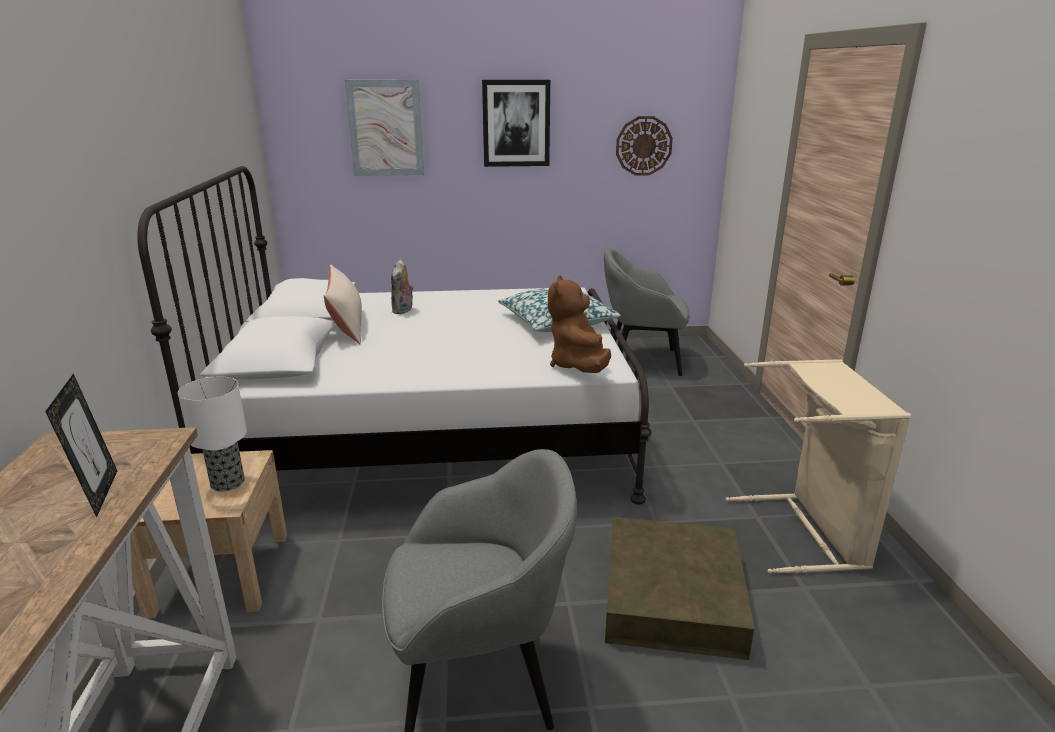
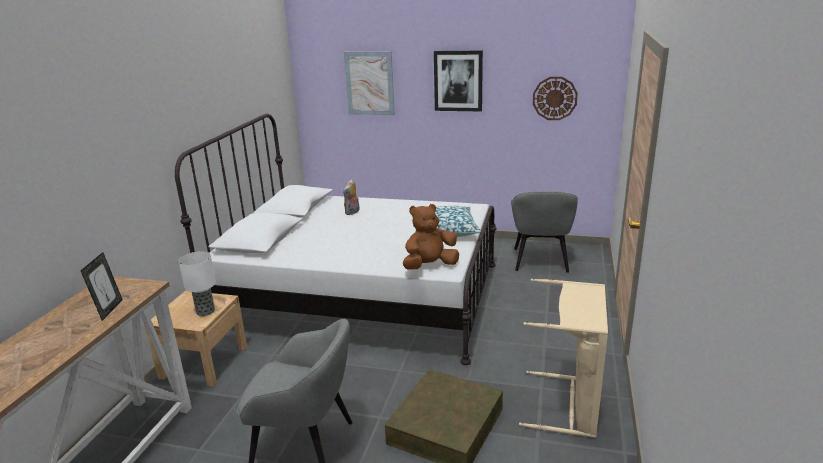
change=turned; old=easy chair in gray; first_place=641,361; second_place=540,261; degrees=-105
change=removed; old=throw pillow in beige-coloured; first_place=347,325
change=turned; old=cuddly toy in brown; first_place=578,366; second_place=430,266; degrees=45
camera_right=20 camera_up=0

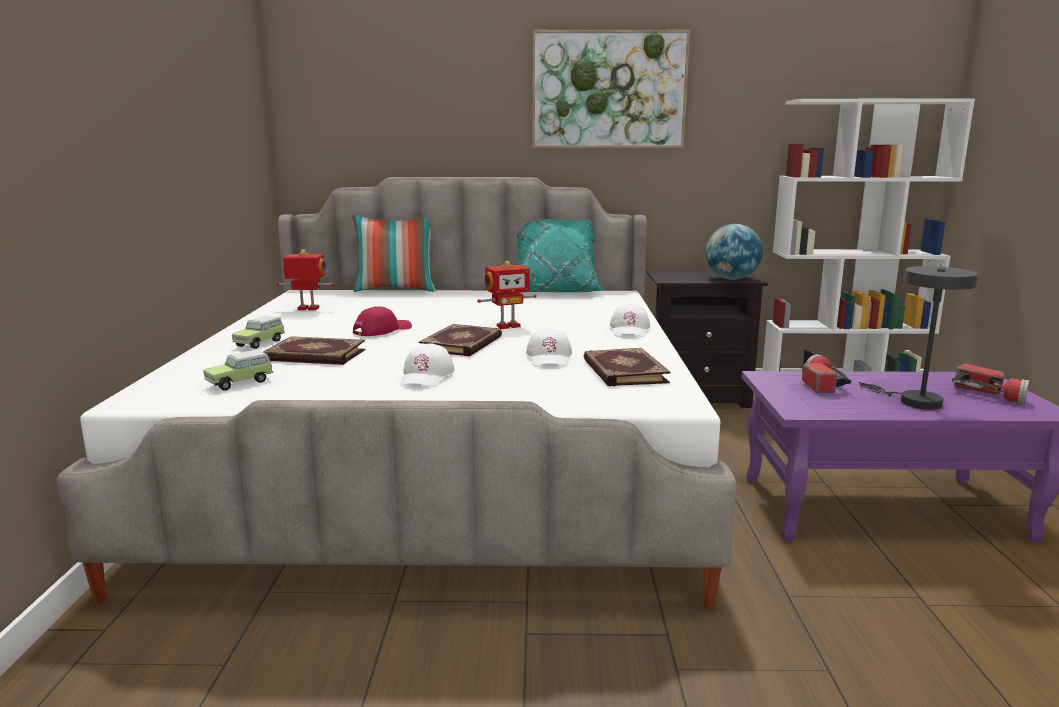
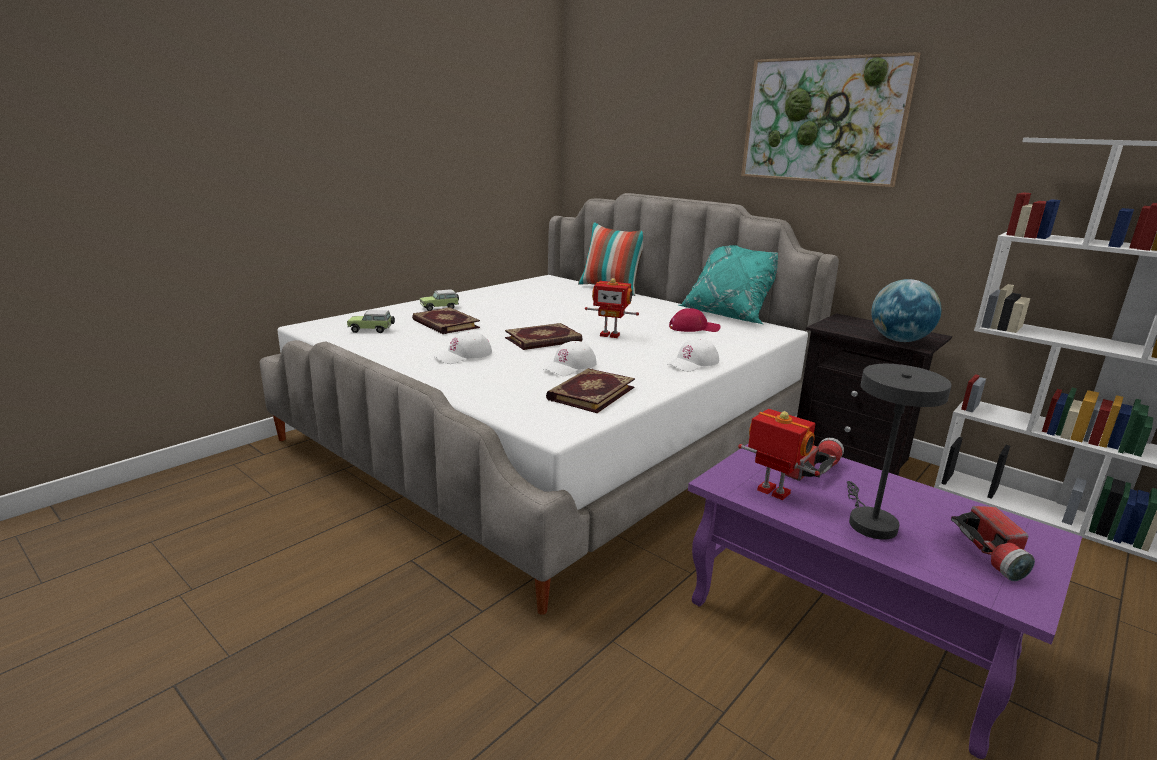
change=moved; old=toy robot; first_place=308,309; second_place=772,492
change=moved; old=peaked cap in red; first_place=382,330; second_place=693,328
camera_right=40 camera_up=5

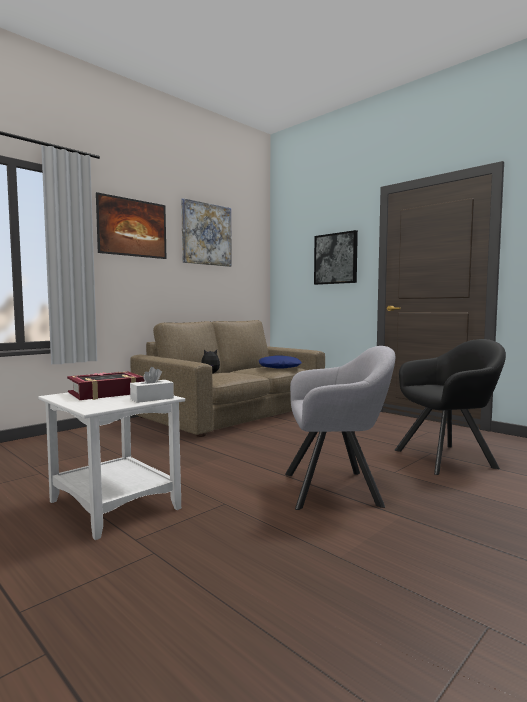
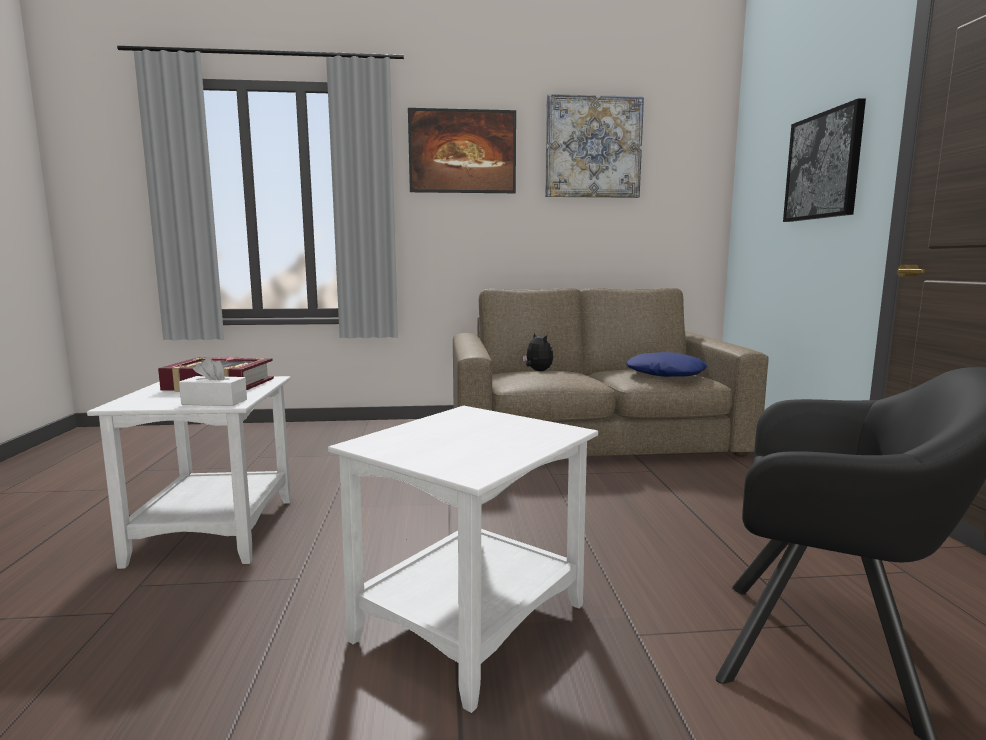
change=replaced; old=easy chair in gray; new=side table in white; first_place=337,489; second_place=473,623
camera_right=40 camera_up=5

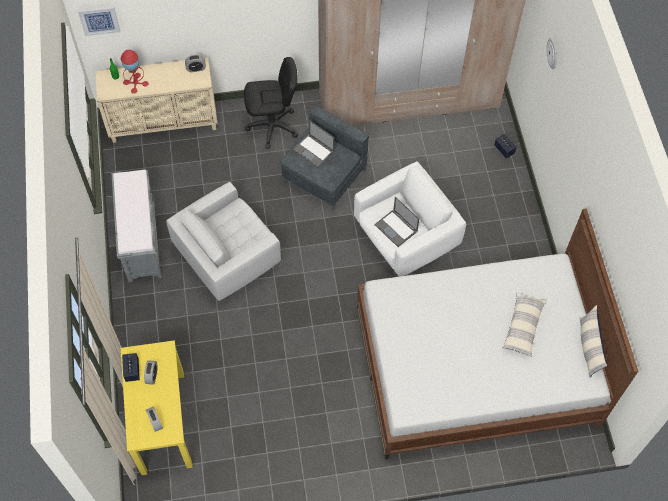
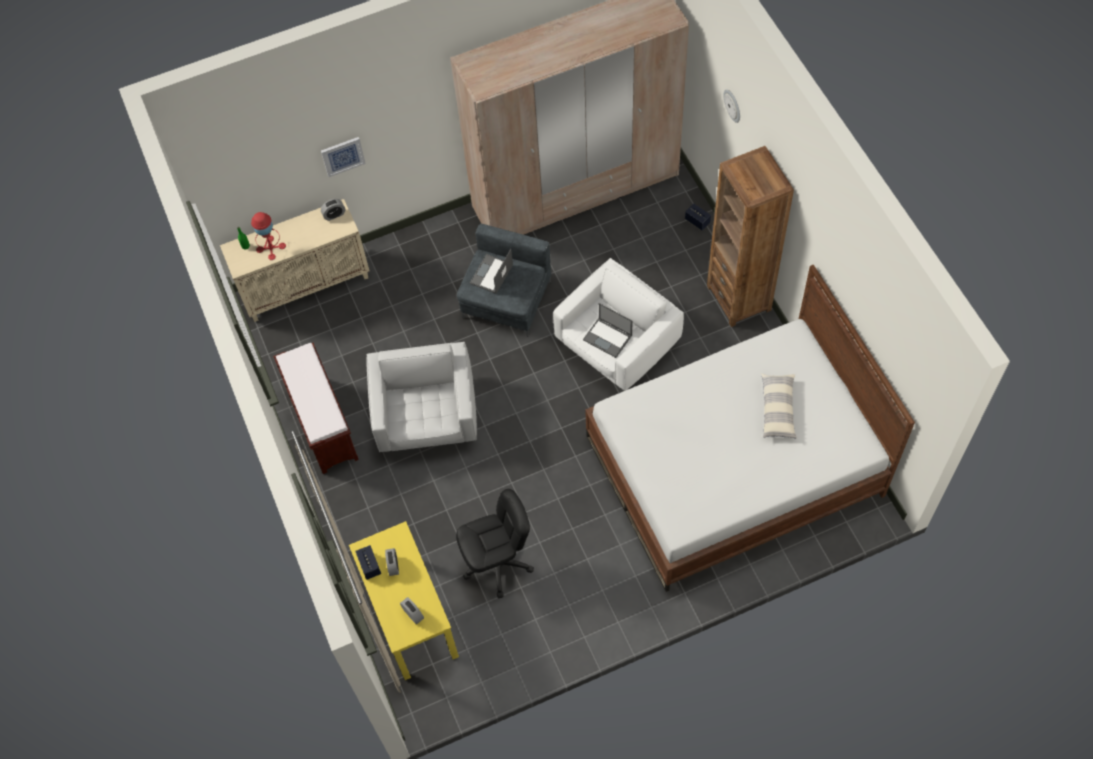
change=moved; old=wall picture; first_place=99,20; second_place=343,156
change=moved; old=office chair in black; first_place=272,126; second_place=498,564
change=turned; old=notebook computer; first_place=314,151; second_place=491,274; degrees=90
change=recoloured; old=indoor bench in gray; new=indoor bench in brown; first_place=141,240; second_place=322,424
change=turned; old=easy chair in white; first_place=228,257; second_place=427,417; degrees=135
change=removed; old=throw pillow; first_place=589,347
change=added; new=bookcase in brown; second_place=739,298
camera_right=-10 camera_up=0

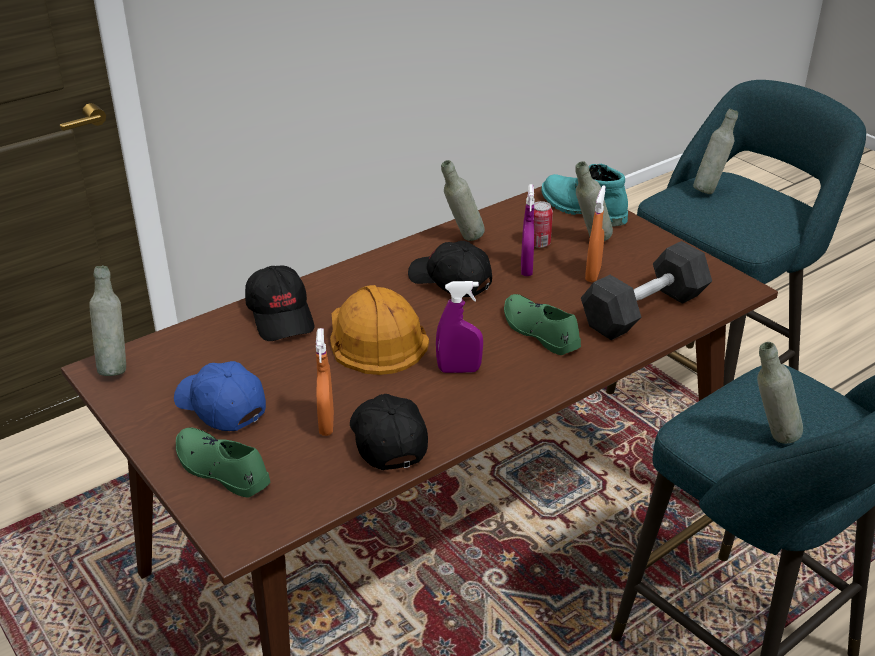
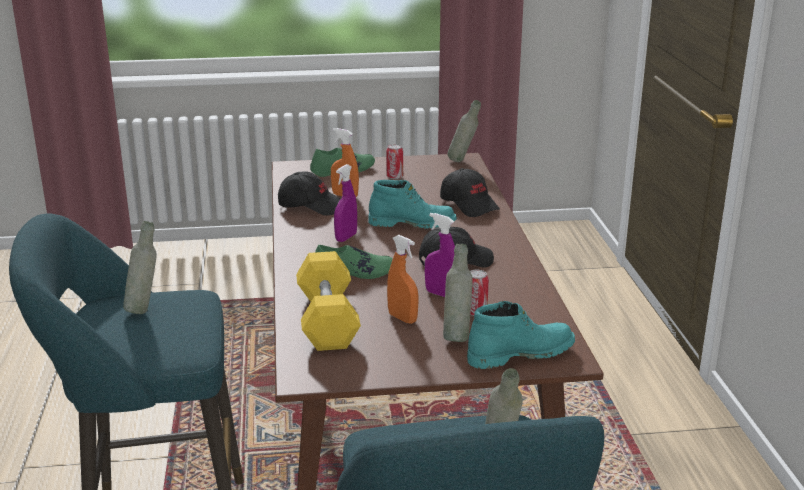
change=removed; old=drink bottle in gray; first_place=462,239
change=recoloured; old=free weight in gray; new=free weight in yellow-coloured; first_place=644,311; second_place=327,319
change=turned; old=peaked cap in black; first_place=281,316; second_place=469,204; degrees=-135
change=replaced; old=safety helmet in orange; new=high-top boot in turquoise; first_place=375,337; second_place=412,223
change=replaced; old=peaked cap in blue; new=sealed can; first_place=219,406; second_place=394,177
camera_right=120 camera_up=-10

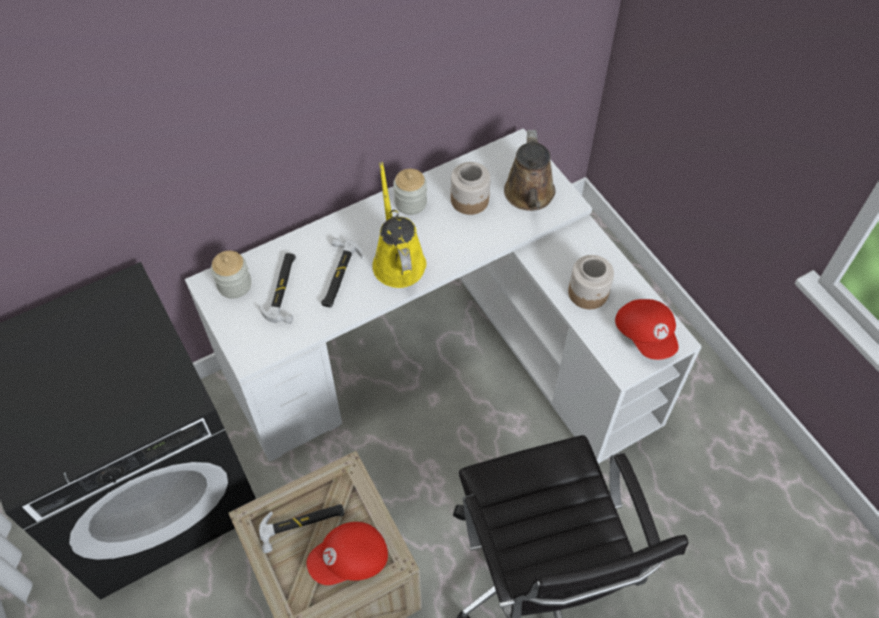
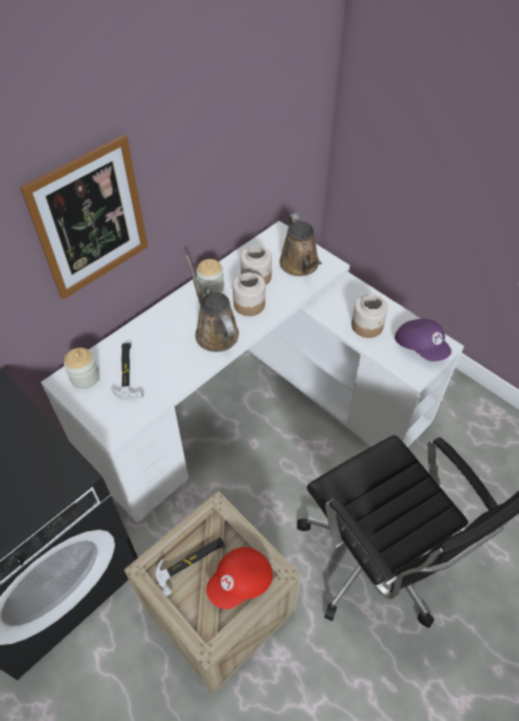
change=recoloured; old=sprinkling can in yellow-coloured; new=sprinkling can in brown; first_place=397,260; second_place=214,331
change=removed; old=hand hammer; first_place=338,275
change=recoloured; old=peaked cap in red; new=peaked cap in purple; first_place=646,335; second_place=421,347
change=added; new=wall picture; second_place=90,219
change=added; new=preserve jar; second_place=249,305
camera_right=-15 camera_up=-5

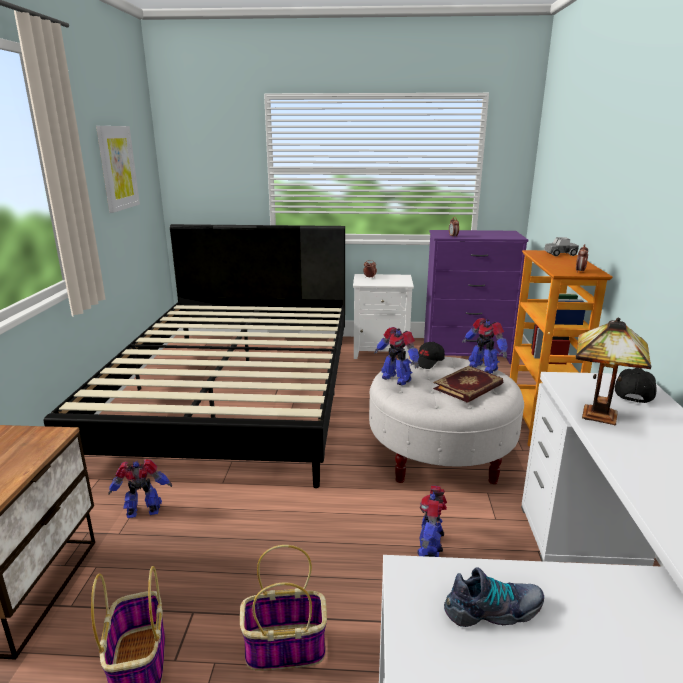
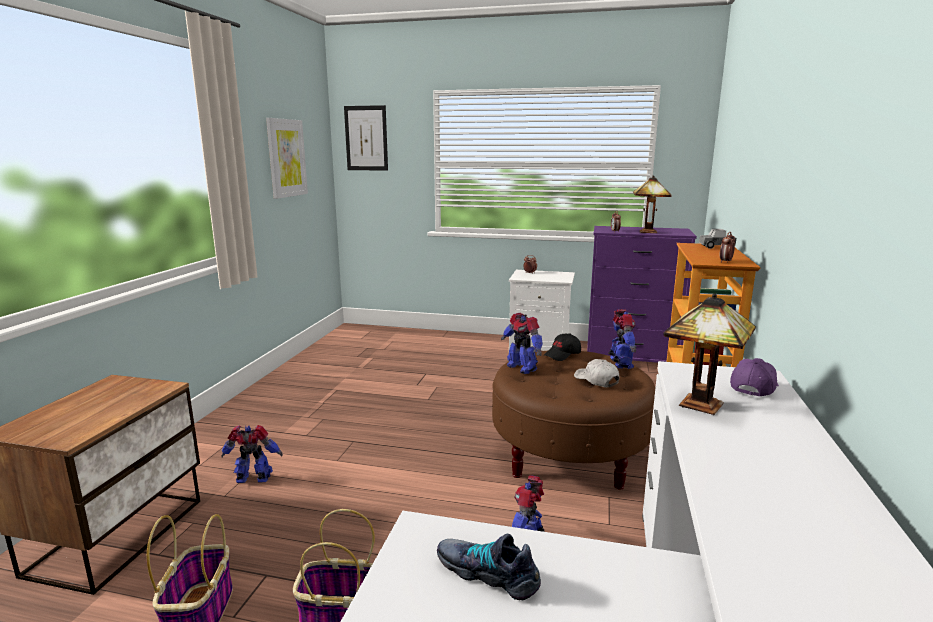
change=removed; old=bedroom bed in black; first_place=236,394
change=turned; old=toy robot; first_place=483,367; second_place=620,363; degrees=-150
change=recoloured; old=footrest in white; new=footrest in brown; first_place=440,455; second_place=569,455
change=replaced; old=book; new=peaked cap in white; first_place=469,387; second_place=596,380
change=recoloured; old=peaked cap in black; new=peaked cap in purple; first_place=633,393; second_place=753,387
change=turned; old=shoe; first_place=494,611; second_place=488,573; degrees=-150
change=added; new=wall picture; second_place=366,138
change=added; new=tabletop lamp; second_place=647,232
camera_right=10 camera_up=-5

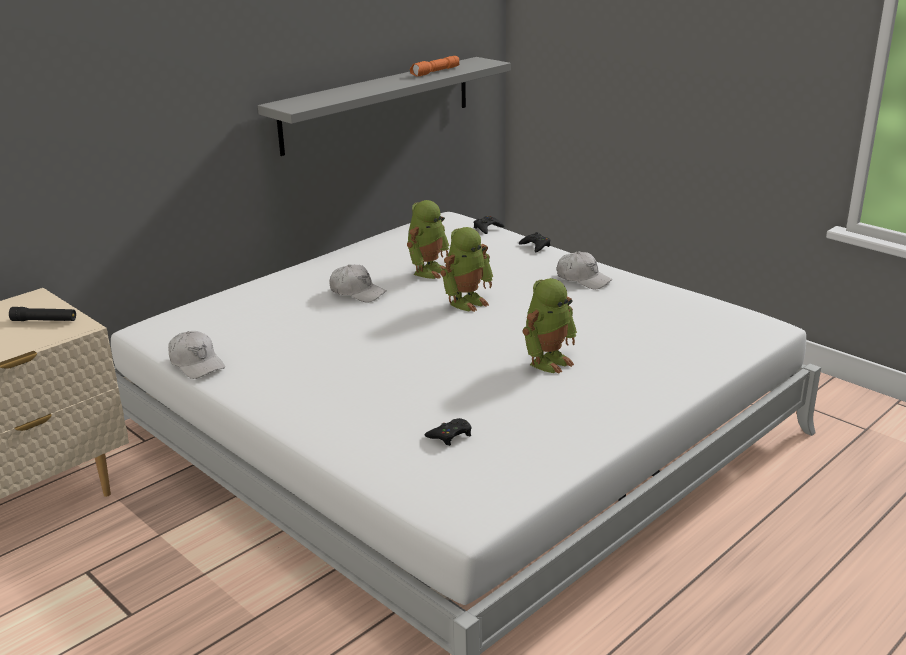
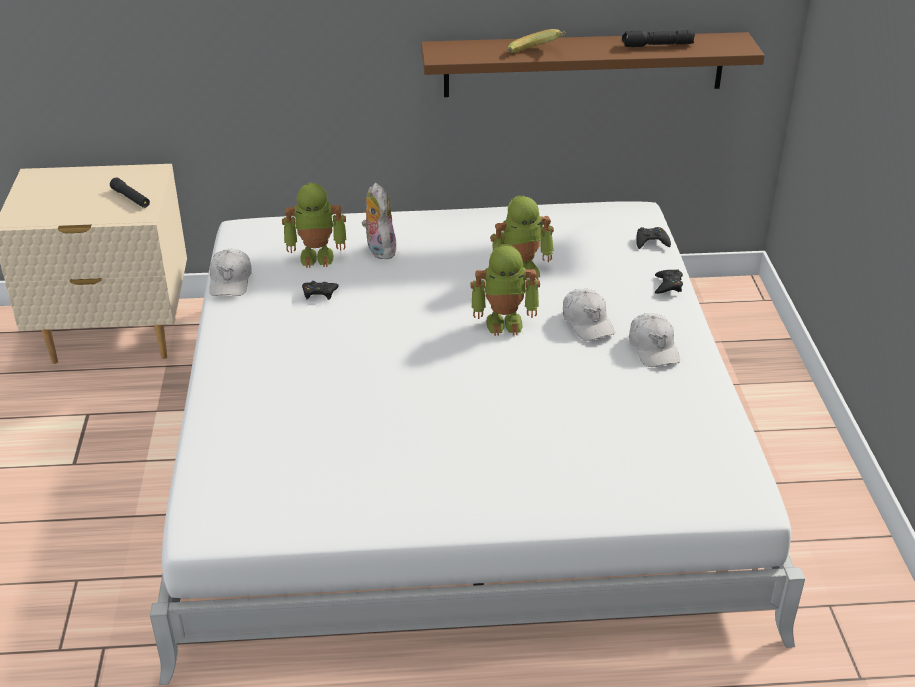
change=recoloured; old=hand torch in orange; new=hand torch in black; first_place=435,72; second_place=657,46
change=recoloured; old=wall shelf in gray; new=wall shelf in brown; first_place=378,104; second_place=584,64
change=moved; old=peaked cap in white; first_place=357,292; second_place=587,322
change=moved; old=toy robot; first_place=548,361; second_place=317,255
change=moved; old=game controller in black; first_place=450,435; second_place=319,293
change=added; new=banana; second_place=538,54
change=added; new=cuddly toy; second_place=378,250
camera_right=40 camera_up=10

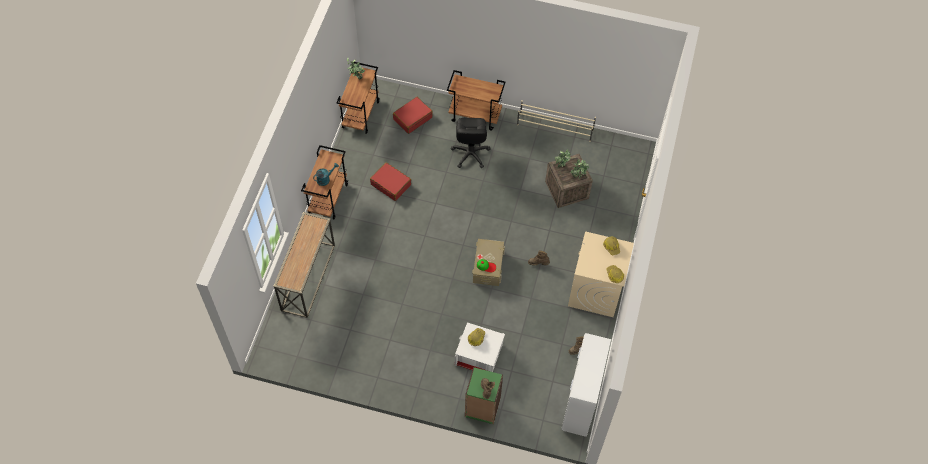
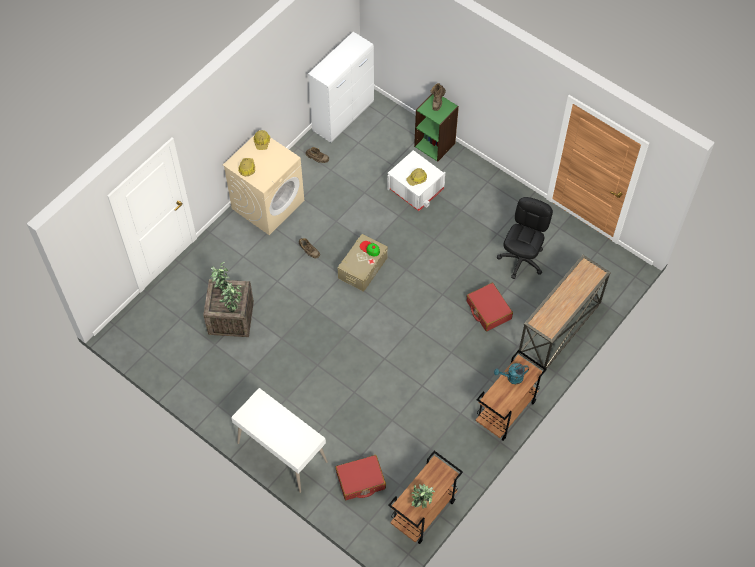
change=replaced; old=wheeled cart in brown; new=desk unit in white; first_place=475,115; second_place=282,453
change=removed; old=shoe rack in beige-coloured; first_place=555,127
change=moved; old=office chair in black; first_place=470,154; second_place=521,260
change=moved; old=suitcase in red; first_place=391,184; second_place=488,310
camera_right=-155 camera_up=0

